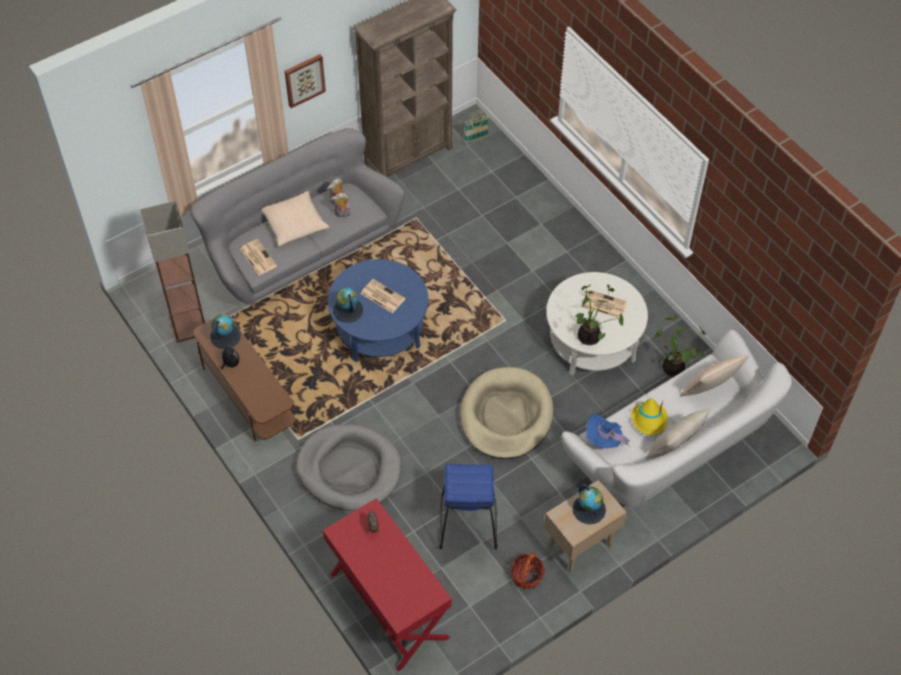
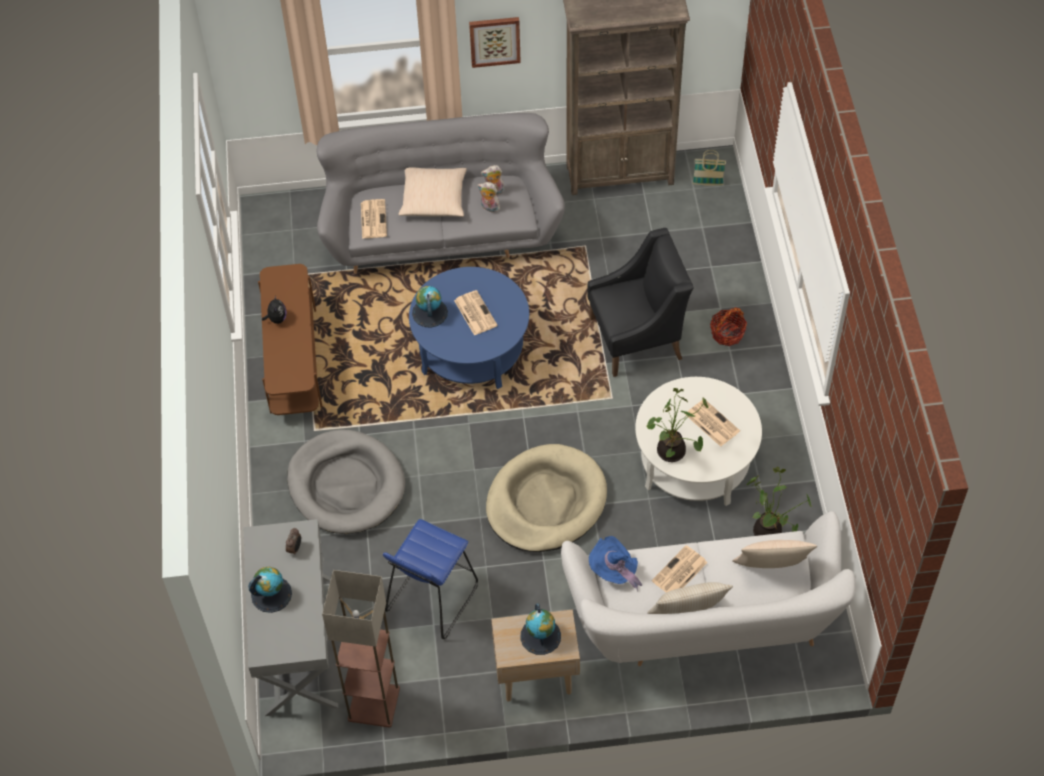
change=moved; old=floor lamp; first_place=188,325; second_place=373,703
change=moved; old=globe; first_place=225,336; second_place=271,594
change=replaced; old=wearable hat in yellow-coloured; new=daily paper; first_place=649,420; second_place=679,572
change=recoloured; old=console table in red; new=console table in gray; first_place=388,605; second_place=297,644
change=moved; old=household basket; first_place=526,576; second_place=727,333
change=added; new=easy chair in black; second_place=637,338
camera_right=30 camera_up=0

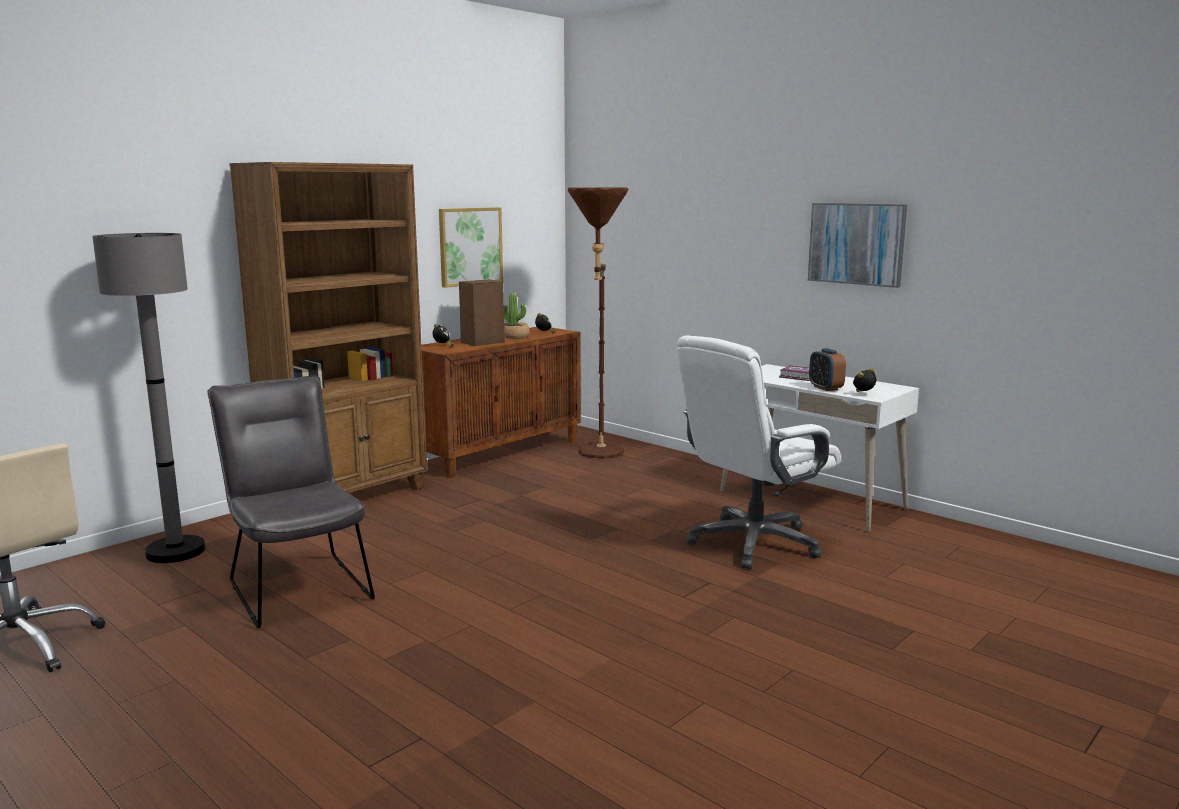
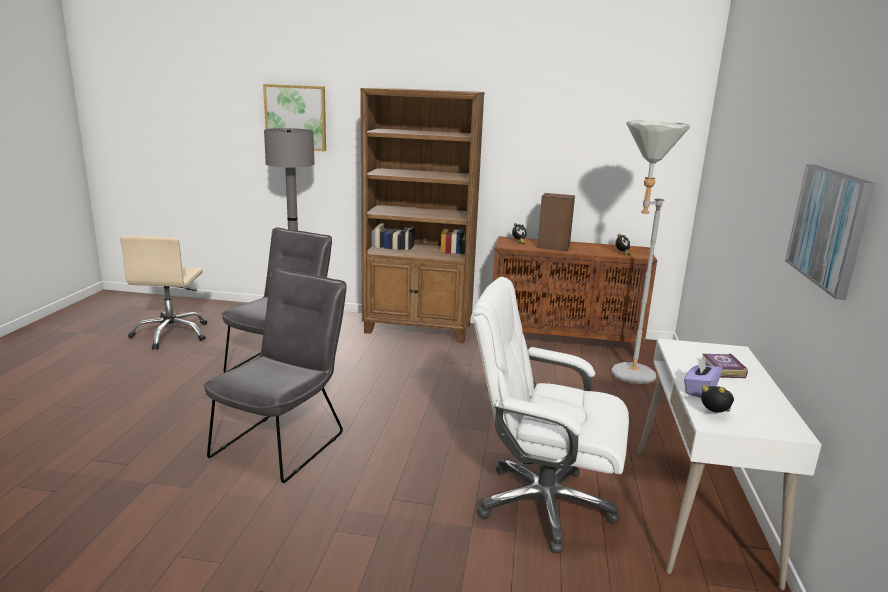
change=recoloured; old=floor lamp in brown; new=floor lamp in gray; first_place=598,455; second_place=625,375
change=moved; old=wall picture; first_place=470,246; second_place=295,117
change=removed; old=houseplant; first_place=514,336
change=replaced; old=table clock; new=tissue holder in purple; first_place=825,388; second_place=700,391
change=added; new=upright chair in gray; second_place=284,441
camera_right=55 camera_up=5

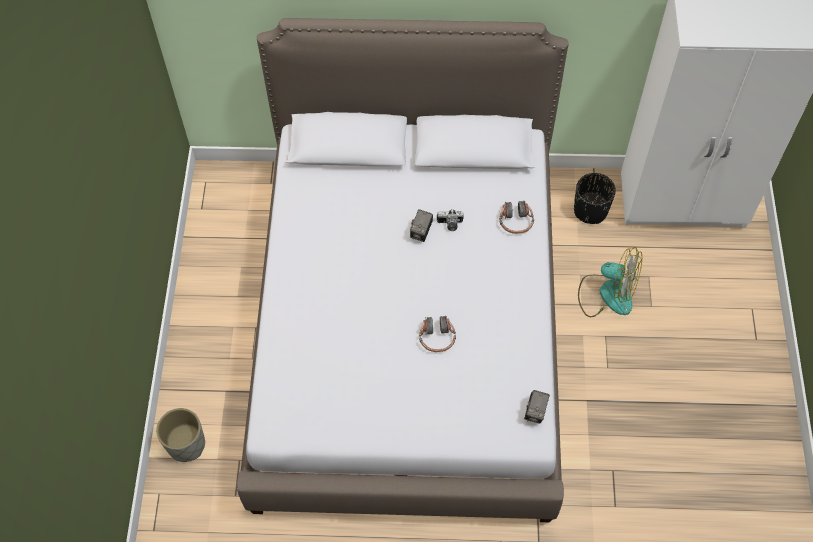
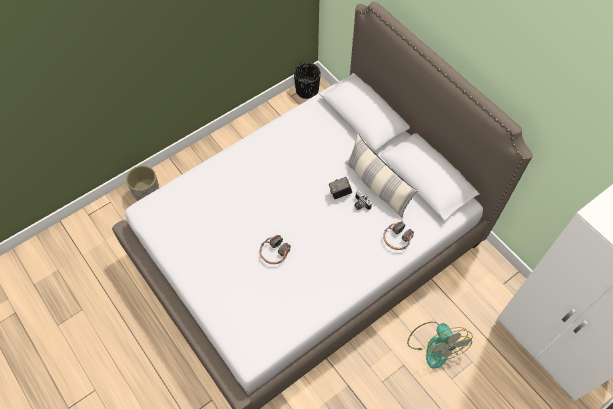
change=moved; old=flower pot in black; first_place=590,210; second_place=307,90
change=removed; old=photo camera; first_place=535,412
change=added; new=throw pillow; second_place=377,186
camera_right=50 camera_up=0

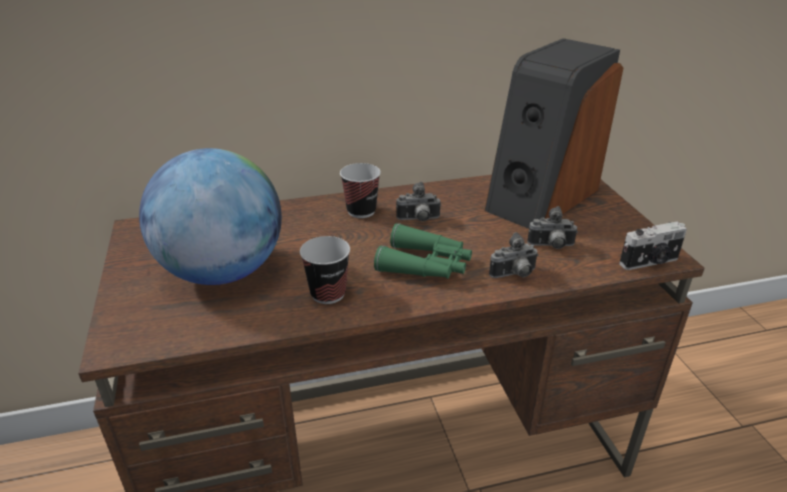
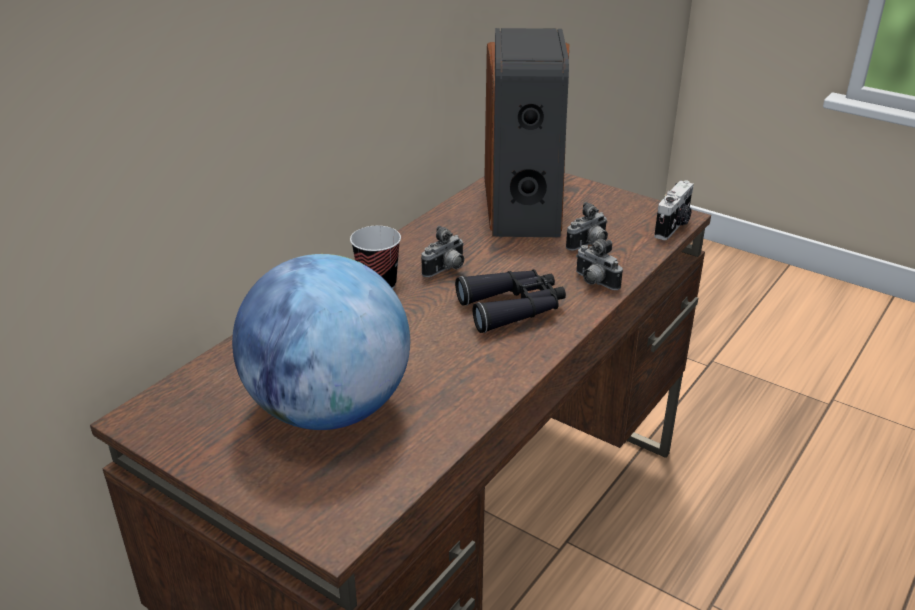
change=recoloured; old=binoculars in green-coloured; new=binoculars in black; first_place=425,265; second_place=513,308
change=turned; old=photo camera; first_place=514,275; second_place=594,282; degrees=105
change=removed; old=drinking cup; first_place=328,293
camera_right=-40 camera_up=0

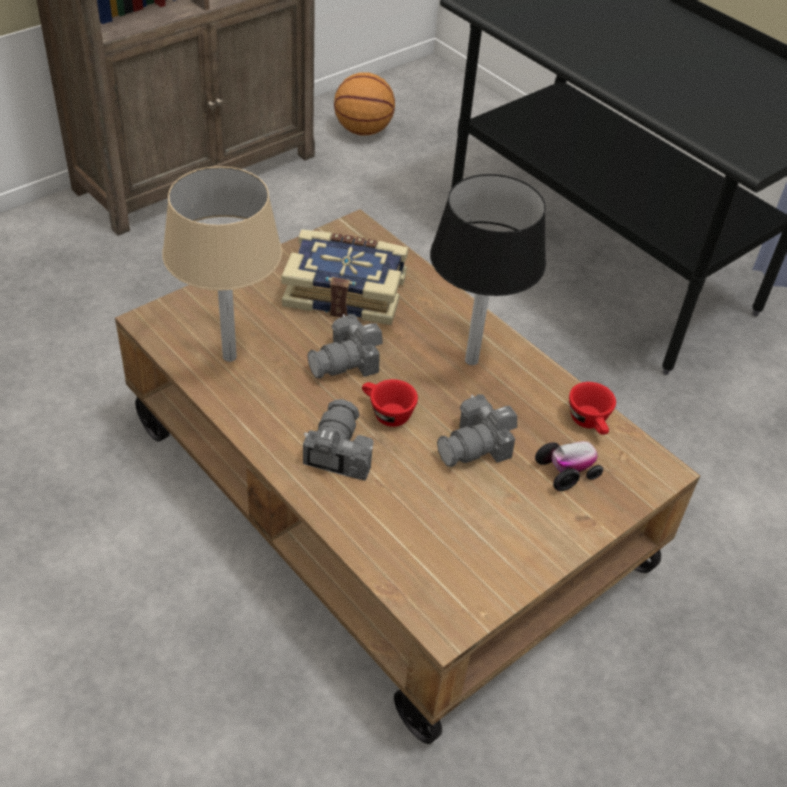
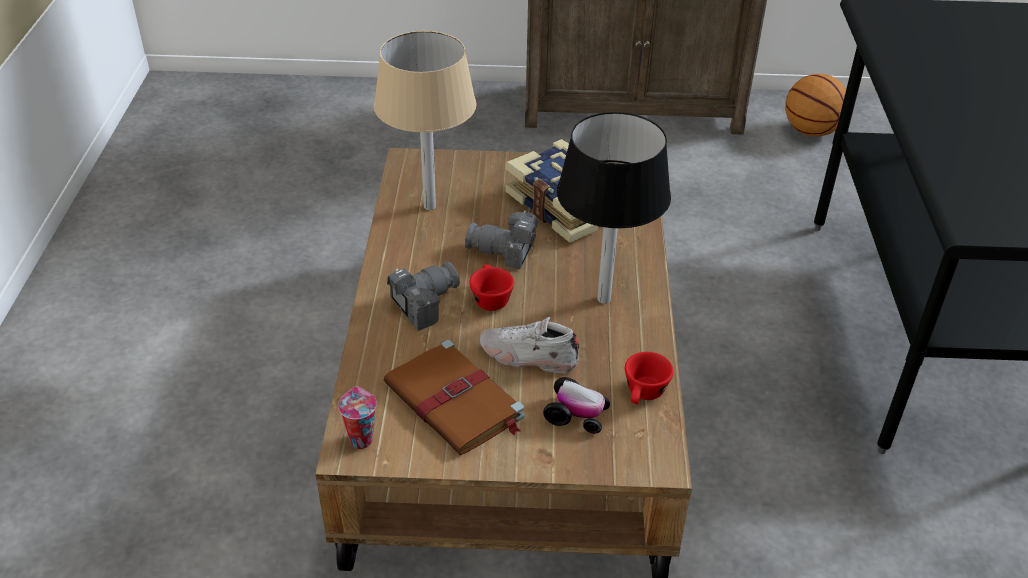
change=replaced; old=photo camera; new=shoe in white; first_place=476,446; second_place=528,357
change=added; new=book in brown; second_place=455,402
change=added; new=drinking cup; second_place=360,439
camera_right=45 camera_up=-5

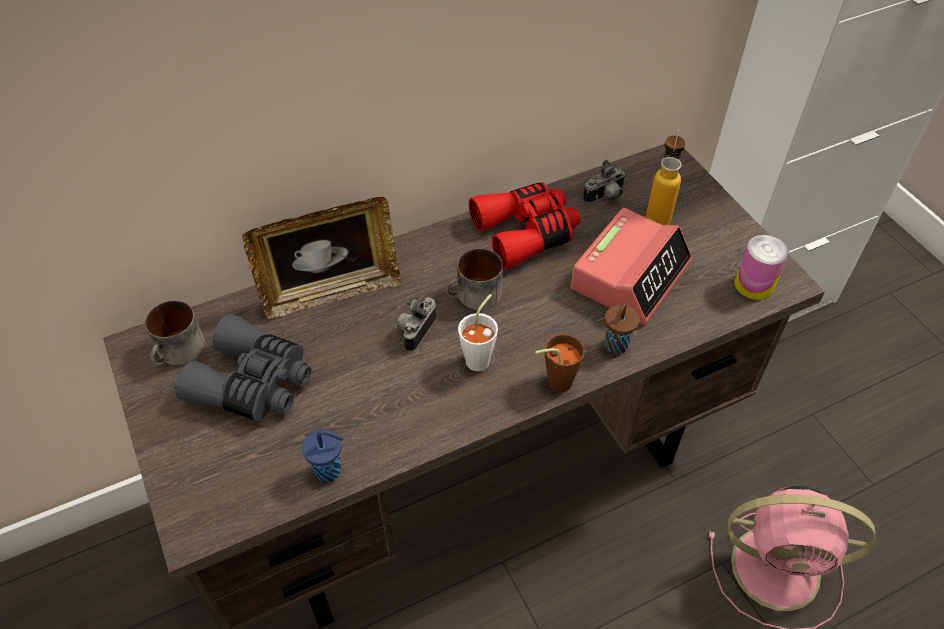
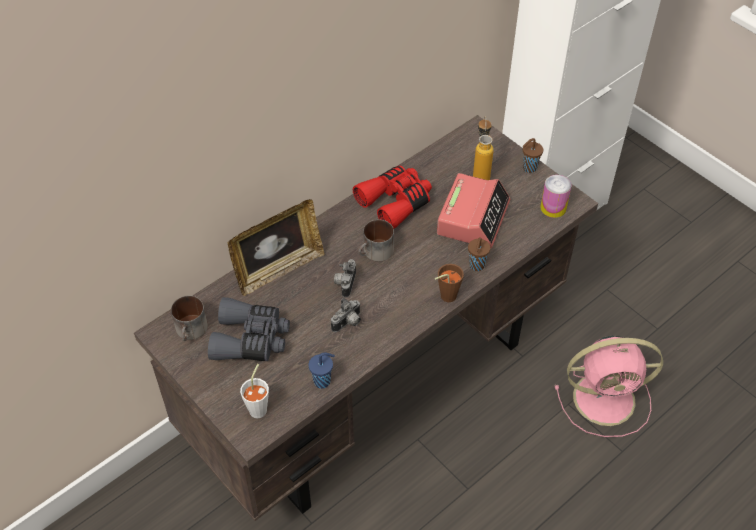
change=moved; old=photo camera; first_place=605,197; second_place=348,323
change=moved; old=drinking cup in white; first_place=481,357; second_place=260,407
change=added; new=drinking cup in brown; second_place=528,168
camera_right=-15 camera_up=0

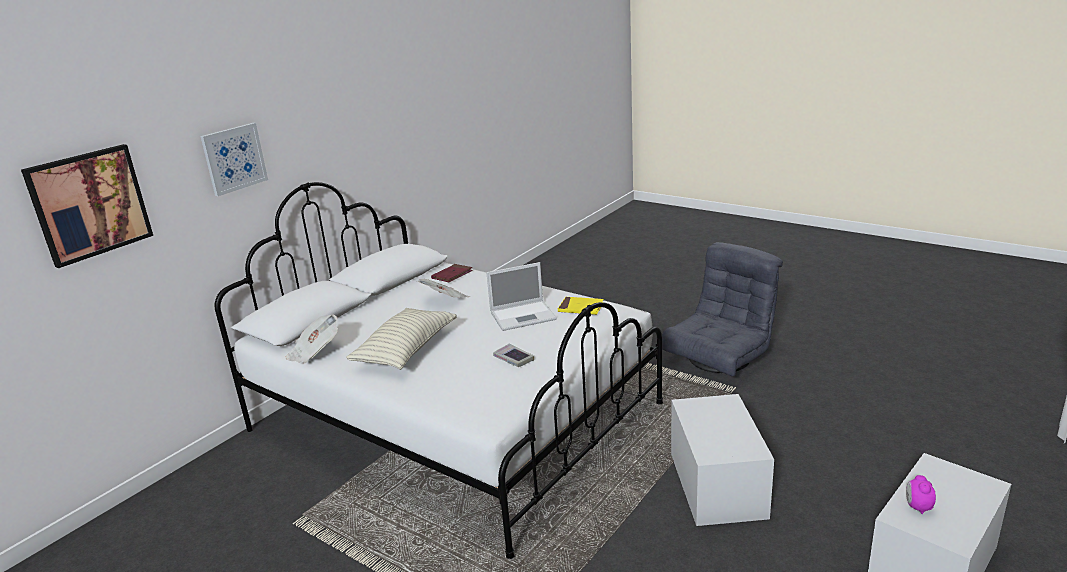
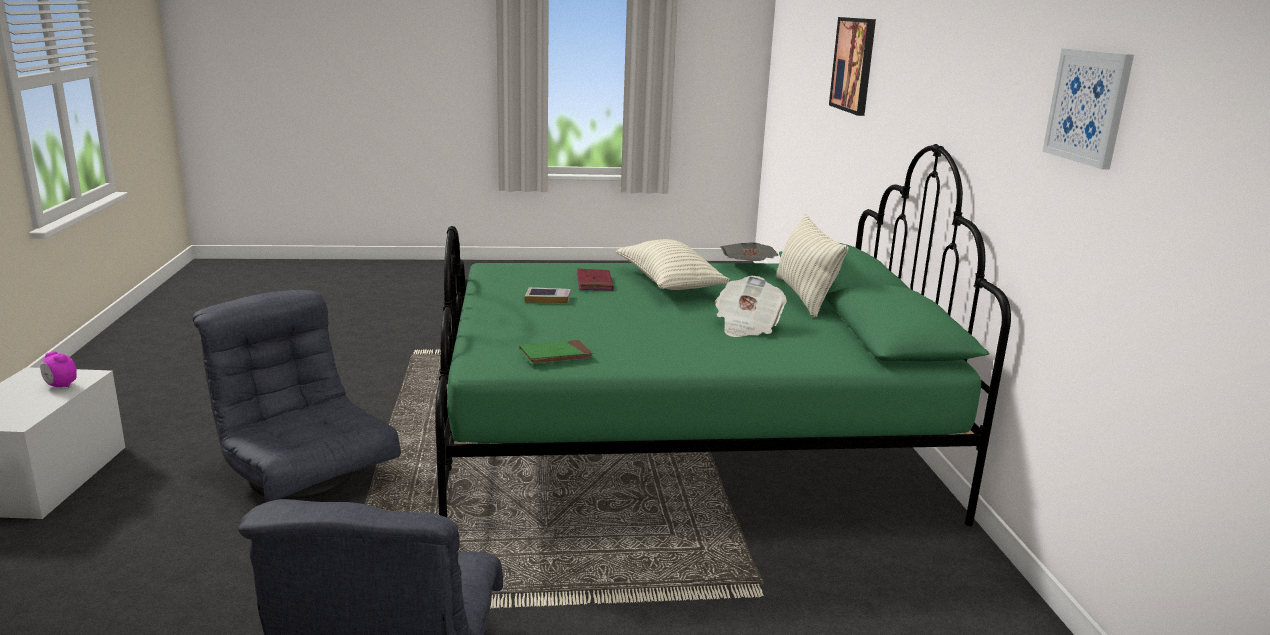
change=moved; old=wall picture; first_place=234,158; second_place=1088,106
change=recoloured; old=bedroom bed in white; new=bedroom bed in green-coloured; first_place=454,417; second_place=683,441
change=removed; old=notebook computer; first_place=524,315
change=moved; old=book in red; first_place=452,275; second_place=594,283
change=recoloured; old=book in yellow-coloured; new=book in green-coloured; first_place=580,308; second_place=556,356
change=replaced; old=storage box in white; new=easy chair in gray; first_place=717,485; second_place=305,475
change=turned; old=table clock; first_place=917,507; second_place=61,386; degrees=150
change=added; new=throw pillow; second_place=804,296
camera_right=135 camera_up=-5

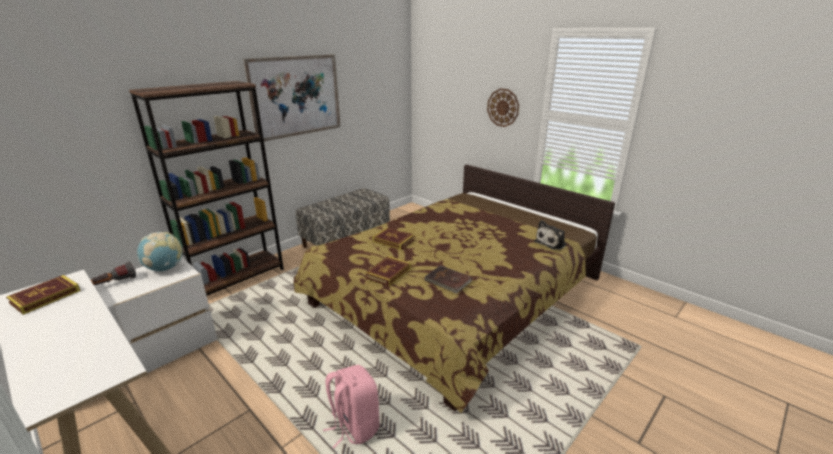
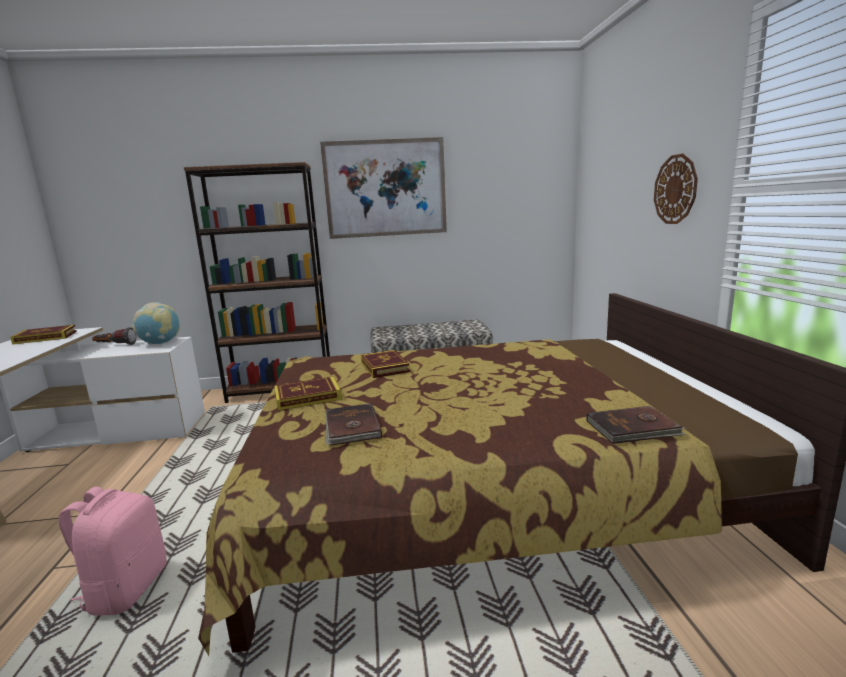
change=replaced; old=cuddly toy; new=book in brown; first_place=551,243; second_place=633,428
camera_right=40 camera_up=-10

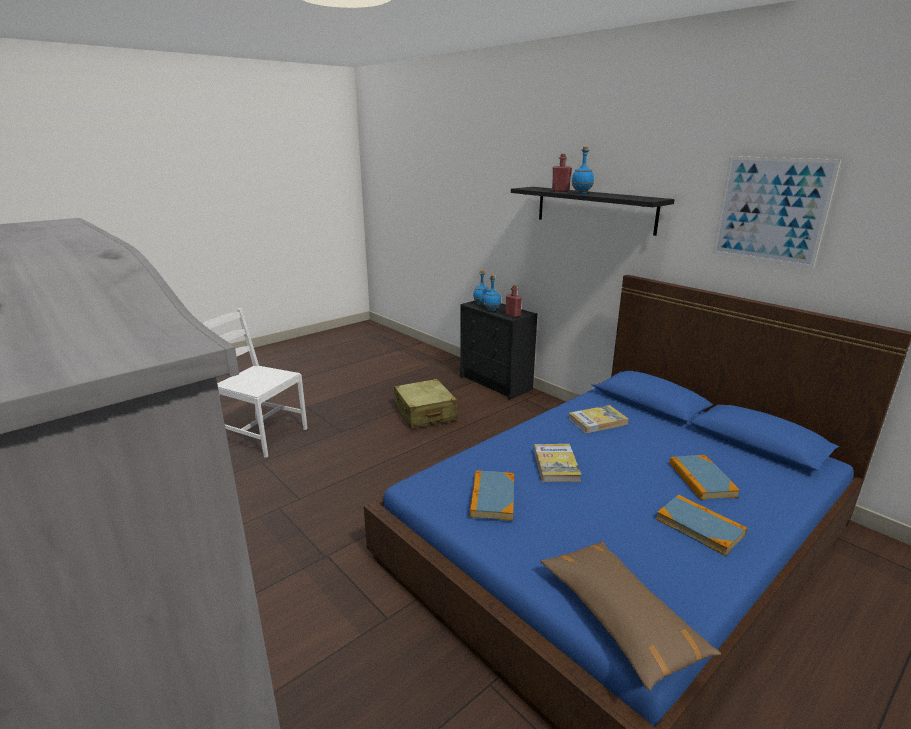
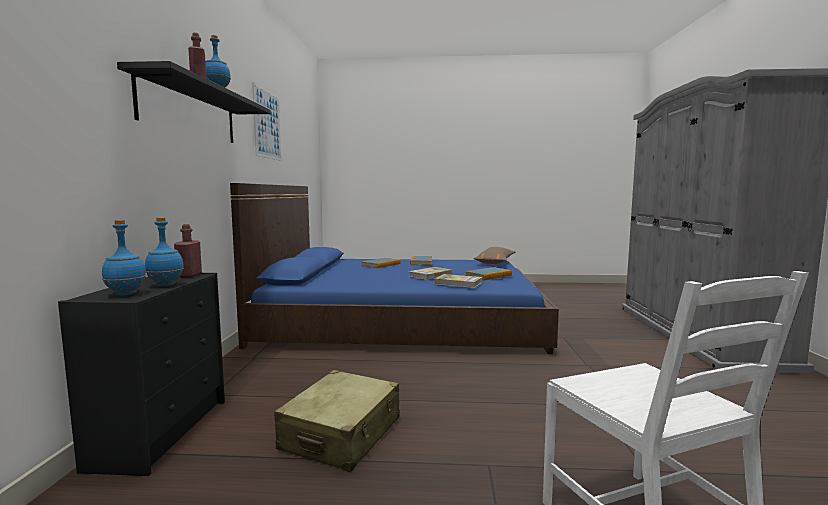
change=moved; old=book; first_place=597,421; second_place=458,283
camera_right=-135 camera_up=-15

